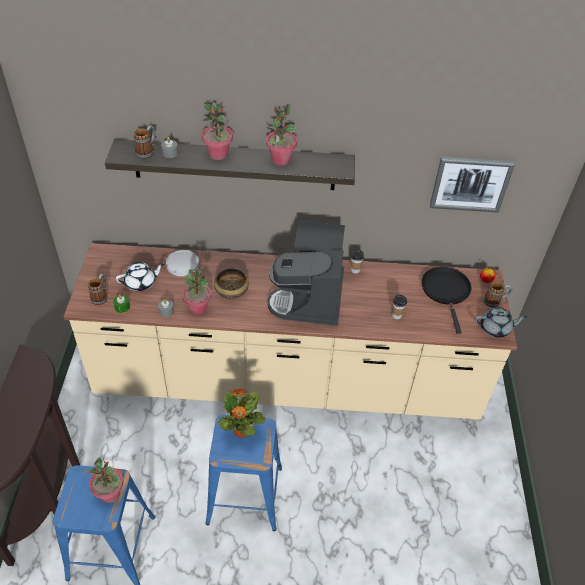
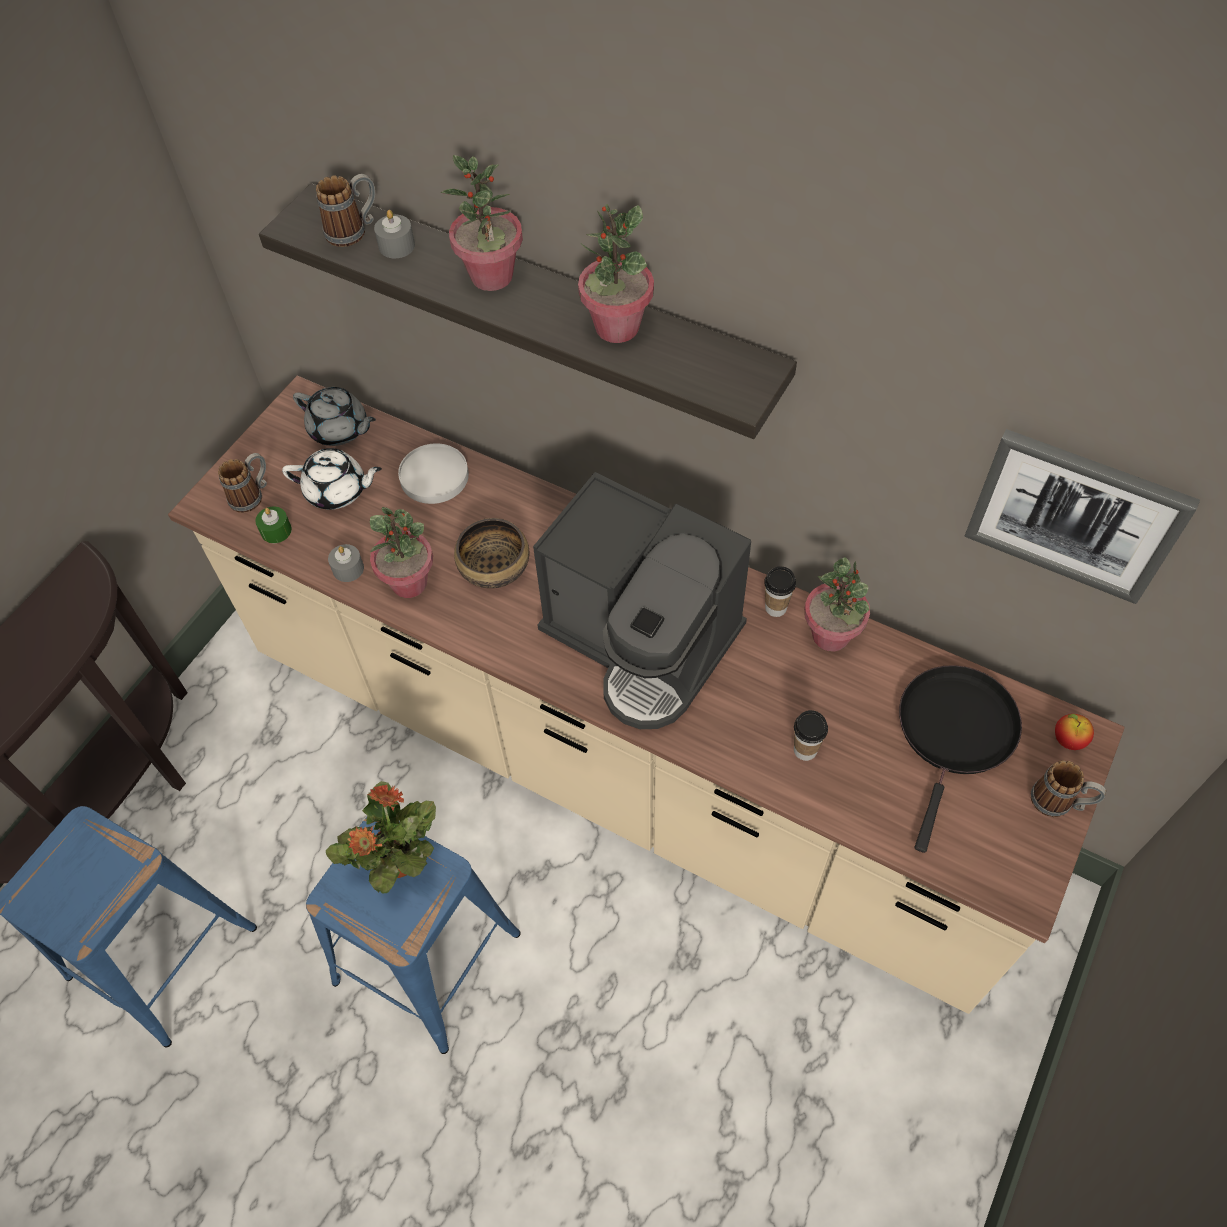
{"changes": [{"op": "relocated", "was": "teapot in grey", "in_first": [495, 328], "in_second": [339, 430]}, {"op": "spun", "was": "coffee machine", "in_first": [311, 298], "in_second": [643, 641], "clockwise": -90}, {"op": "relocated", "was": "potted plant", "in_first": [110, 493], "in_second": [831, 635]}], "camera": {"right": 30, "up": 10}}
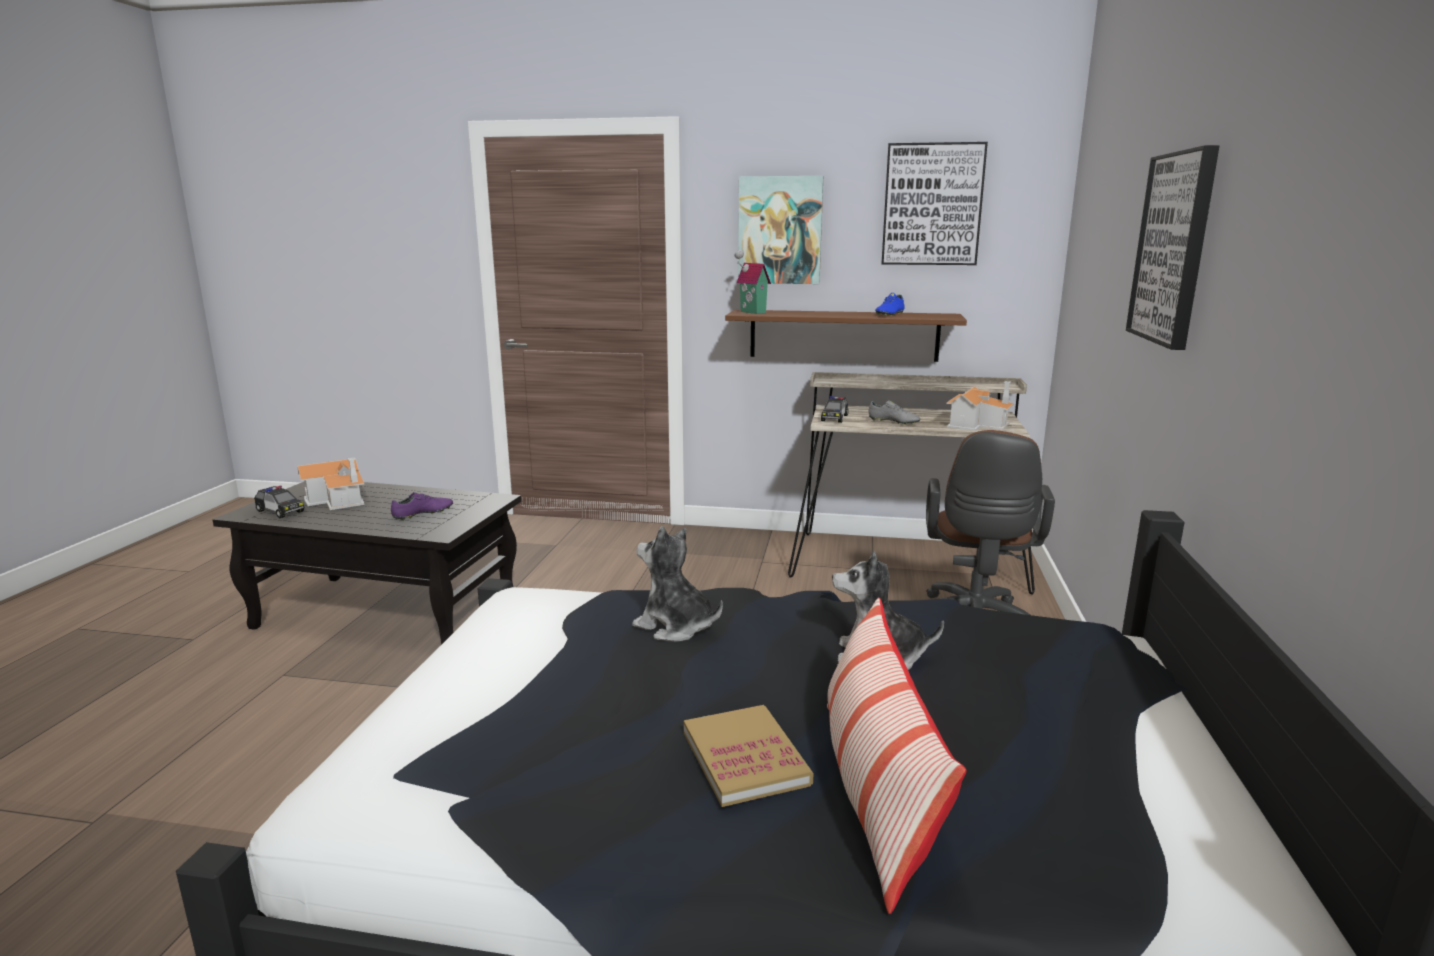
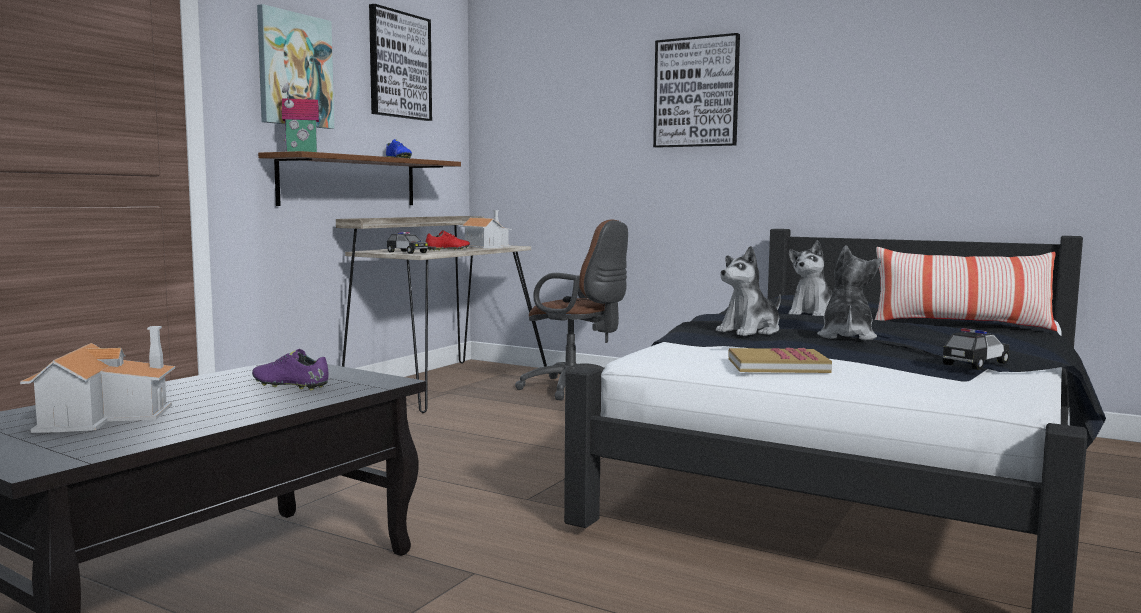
{"changes": [{"op": "spun", "was": "shoe in purple", "in_first": [423, 514], "in_second": [290, 385], "clockwise": -45}, {"op": "colour", "was": "shoe in grey", "now": "shoe in red", "in_first": [893, 422], "in_second": [447, 250]}, {"op": "relocated", "was": "book", "in_first": [745, 758], "in_second": [777, 365]}, {"op": "appeared", "now": "plush toy", "in_second": [846, 336]}, {"op": "relocated", "was": "toy car", "in_first": [280, 511], "in_second": [975, 364]}], "camera": {"right": -70, "up": -10}}
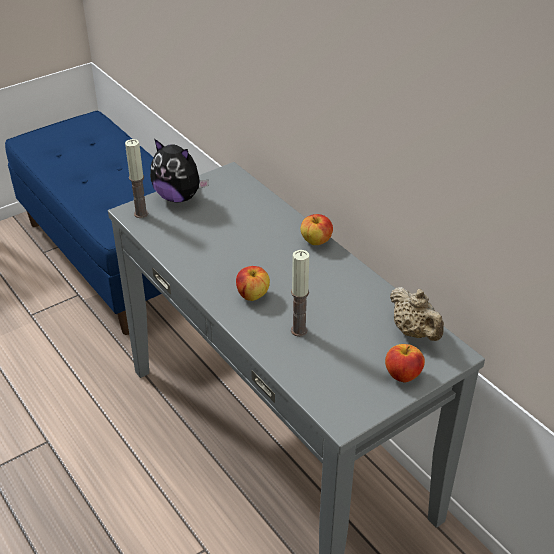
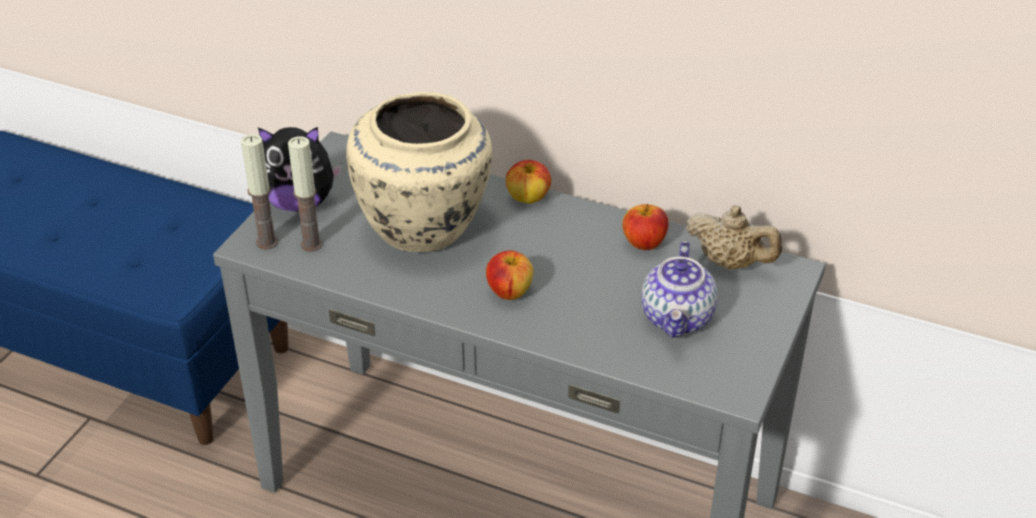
{"changes": [{"op": "relocated", "was": "candle", "in_first": [299, 330], "in_second": [311, 244]}, {"op": "appeared", "now": "vase in beige", "in_second": [425, 229]}, {"op": "relocated", "was": "apple", "in_first": [402, 375], "in_second": [644, 243]}, {"op": "appeared", "now": "teapot", "in_second": [678, 318]}], "camera": {"right": -30, "up": 0}}
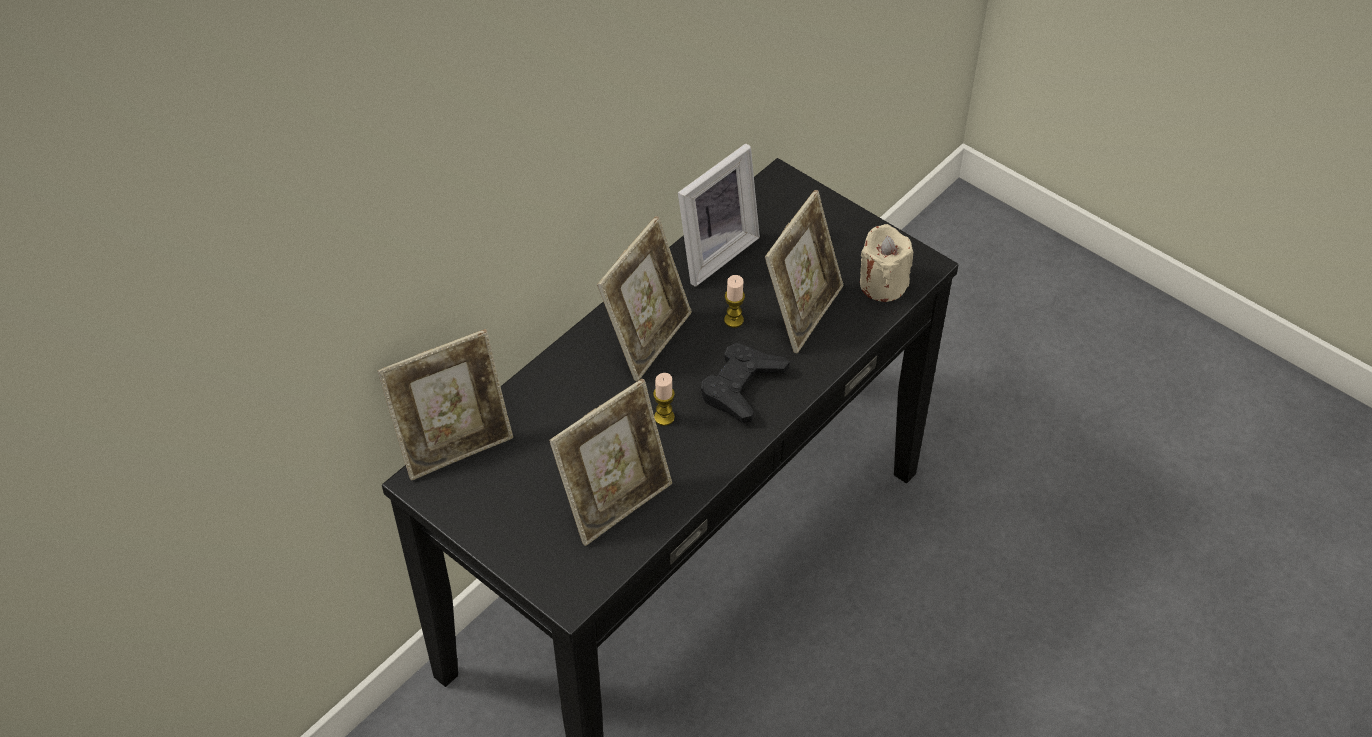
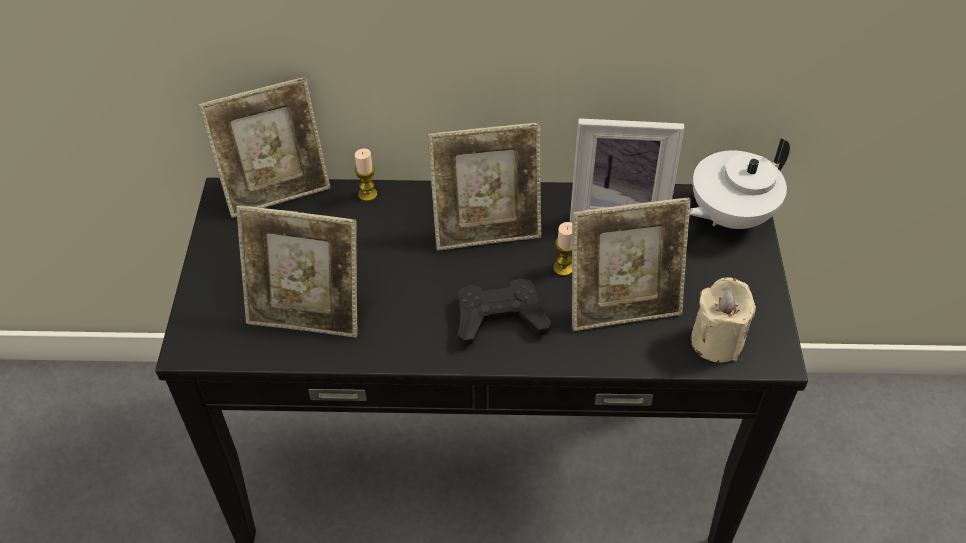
{"changes": [{"op": "spun", "was": "picture frame", "in_first": [455, 444], "in_second": [277, 190], "clockwise": -45}, {"op": "relocated", "was": "candle", "in_first": [664, 417], "in_second": [367, 194]}, {"op": "appeared", "now": "teapot in white", "in_second": [728, 215]}], "camera": {"right": 50, "up": 0}}
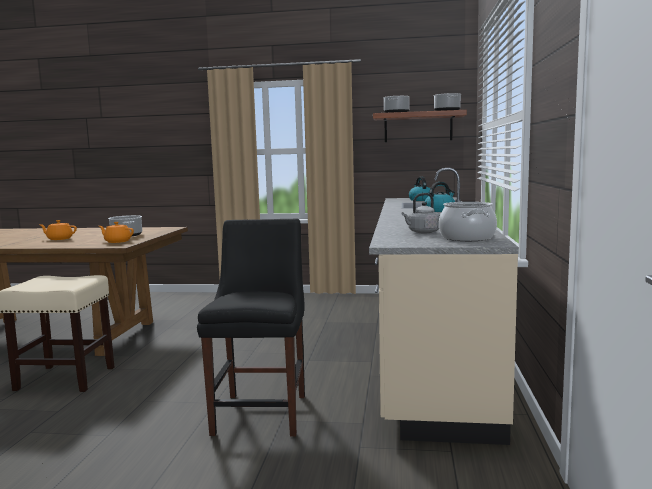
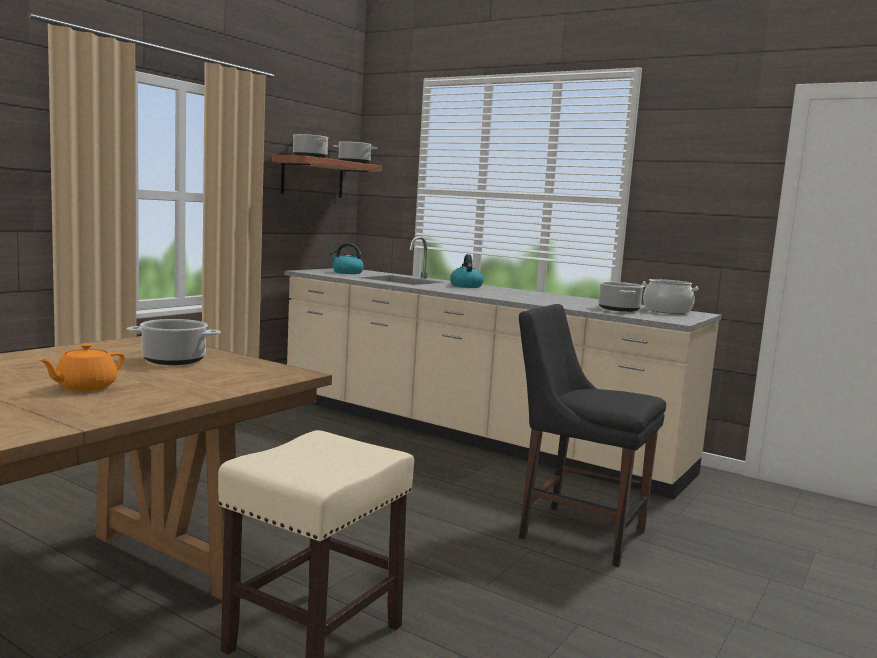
{"changes": [{"op": "exchanged", "was": "kettle in grey", "now": "cooking pot", "in_first": [422, 232], "in_second": [619, 309]}, {"op": "missing", "was": "teapot in orange", "in_first": [117, 241]}], "camera": {"right": -65, "up": 0}}
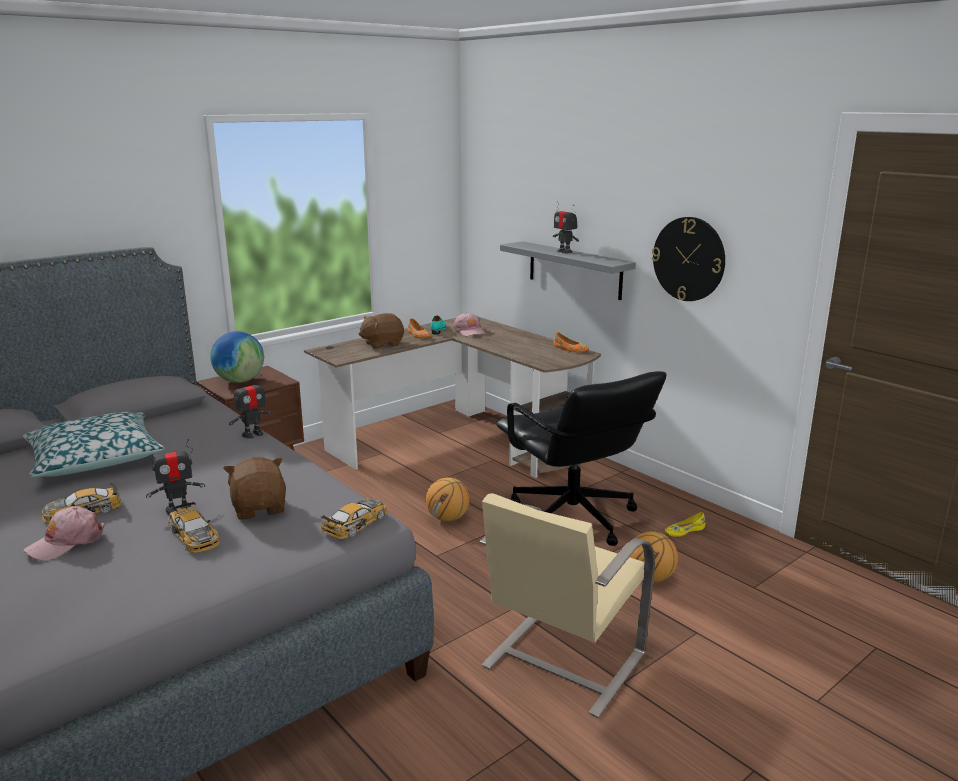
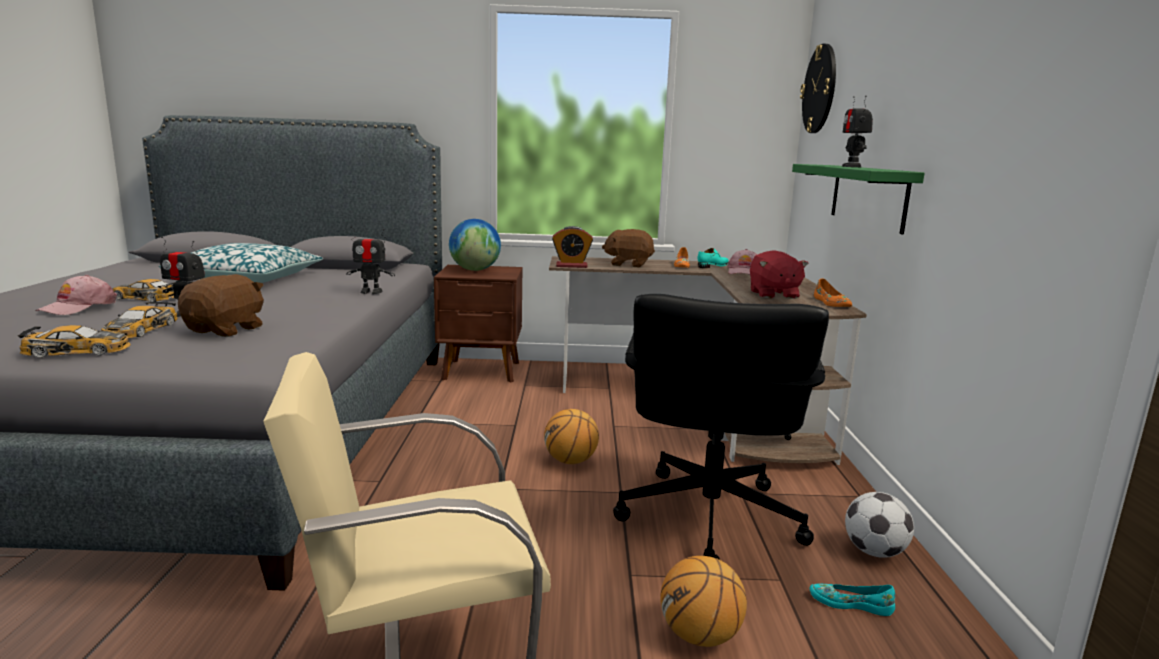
{"changes": [{"op": "relocated", "was": "toy car", "in_first": [356, 523], "in_second": [78, 351]}, {"op": "spun", "was": "cap in pink", "in_first": [66, 542], "in_second": [78, 307], "clockwise": -60}, {"op": "appeared", "now": "alarm clock", "in_second": [571, 266]}, {"op": "appeared", "now": "plush toy in red", "in_second": [773, 294]}, {"op": "colour", "was": "shelf in grey", "now": "shelf in green", "in_first": [574, 270], "in_second": [867, 196]}, {"op": "relocated", "was": "wall clock", "in_first": [688, 259], "in_second": [819, 89]}, {"op": "colour", "was": "shoe in yellow", "now": "shoe in turquoise", "in_first": [684, 531], "in_second": [850, 603]}, {"op": "appeared", "now": "football", "in_second": [874, 552]}], "camera": {"right": 40, "up": -5}}
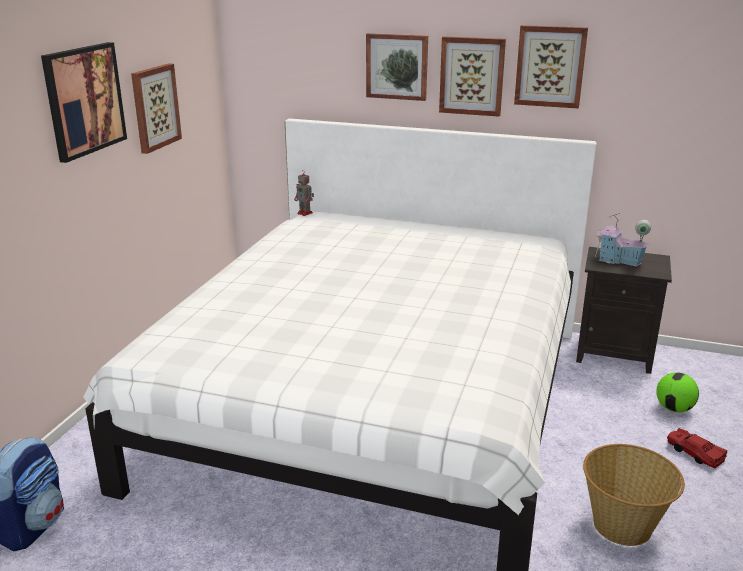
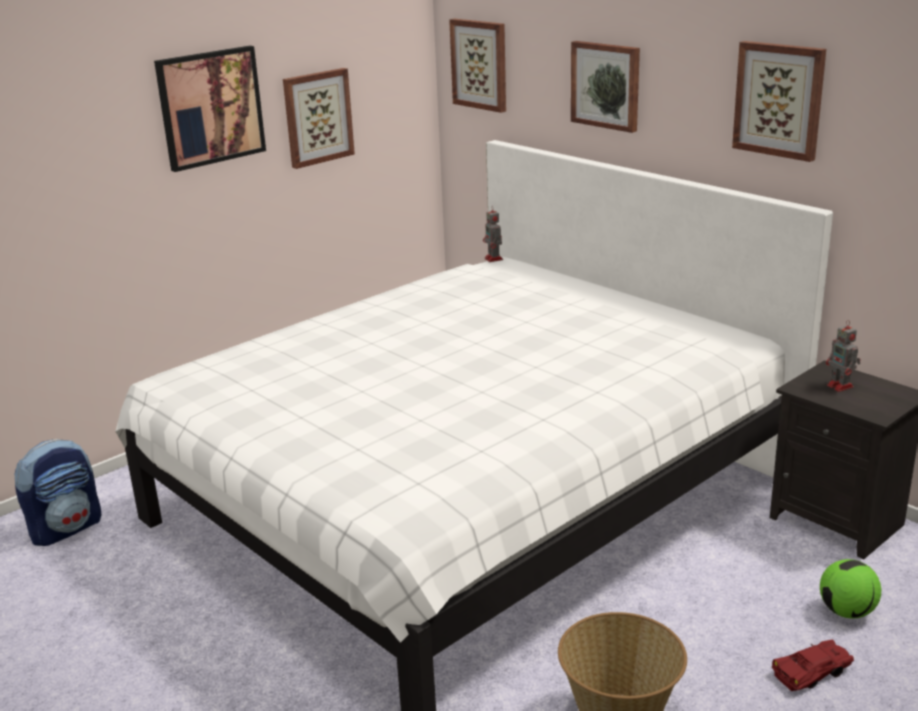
{"changes": [{"op": "relocated", "was": "picture", "in_first": [472, 76], "in_second": [480, 64]}, {"op": "spun", "was": "toy car in red", "in_first": [694, 453], "in_second": [812, 673], "clockwise": 75}, {"op": "exchanged", "was": "toy house", "now": "toy robot", "in_first": [618, 261], "in_second": [841, 386]}], "camera": {"right": 30, "up": 0}}
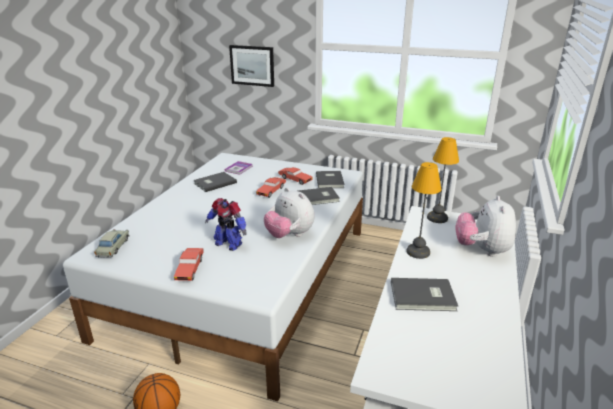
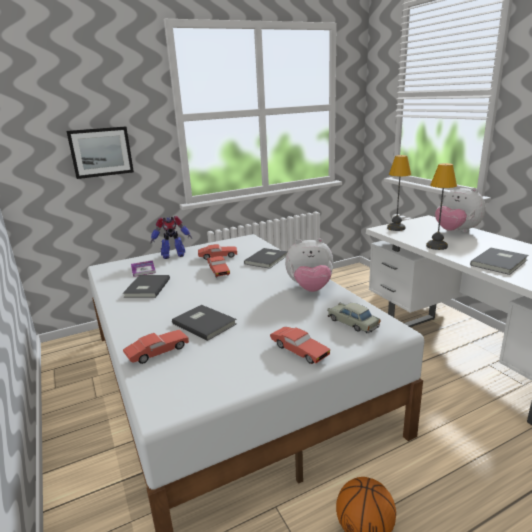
{"changes": [{"op": "appeared", "now": "toy car in red", "in_second": [157, 353]}, {"op": "relocated", "was": "toy robot", "in_first": [228, 244], "in_second": [173, 255]}, {"op": "relocated", "was": "book in grey", "in_first": [330, 180], "in_second": [204, 323]}, {"op": "relocated", "was": "toy car in beige", "in_first": [113, 247], "in_second": [352, 323]}], "camera": {"right": -45, "up": -5}}
